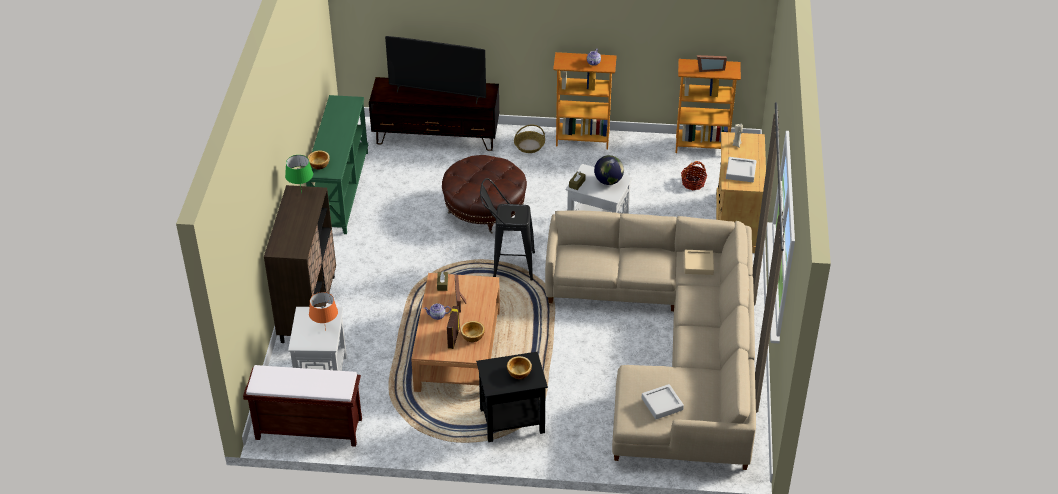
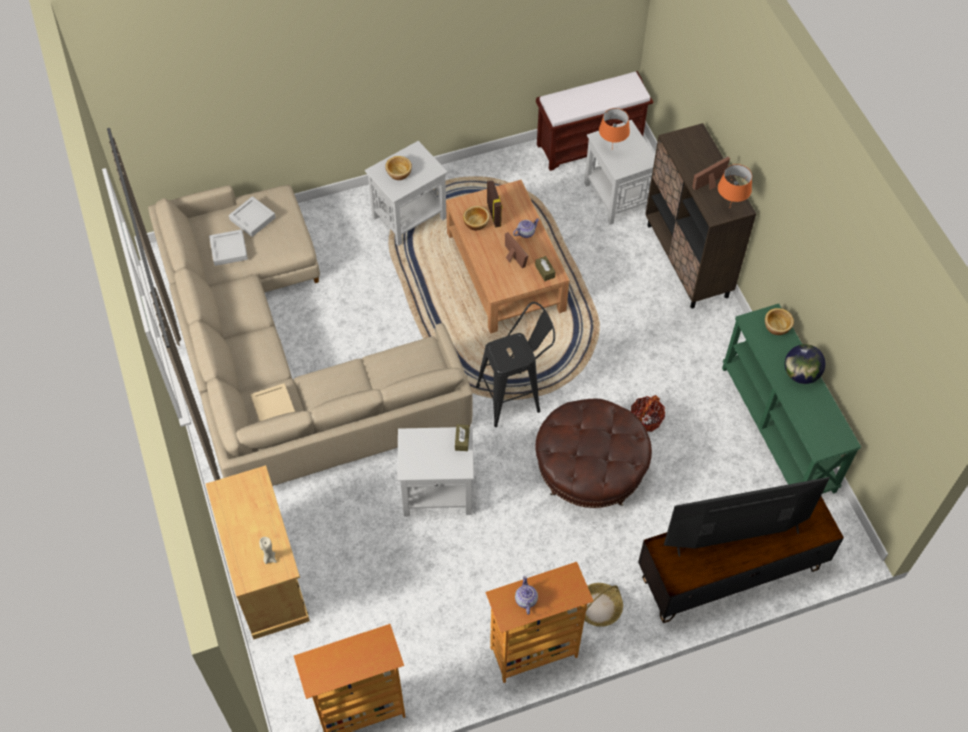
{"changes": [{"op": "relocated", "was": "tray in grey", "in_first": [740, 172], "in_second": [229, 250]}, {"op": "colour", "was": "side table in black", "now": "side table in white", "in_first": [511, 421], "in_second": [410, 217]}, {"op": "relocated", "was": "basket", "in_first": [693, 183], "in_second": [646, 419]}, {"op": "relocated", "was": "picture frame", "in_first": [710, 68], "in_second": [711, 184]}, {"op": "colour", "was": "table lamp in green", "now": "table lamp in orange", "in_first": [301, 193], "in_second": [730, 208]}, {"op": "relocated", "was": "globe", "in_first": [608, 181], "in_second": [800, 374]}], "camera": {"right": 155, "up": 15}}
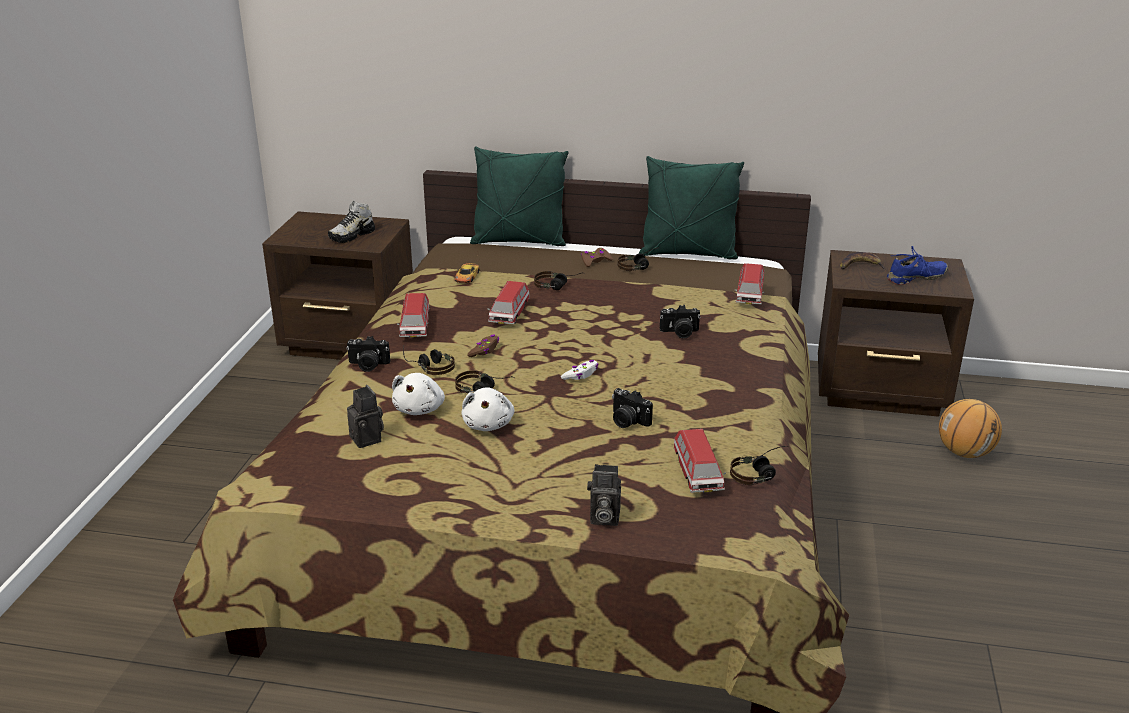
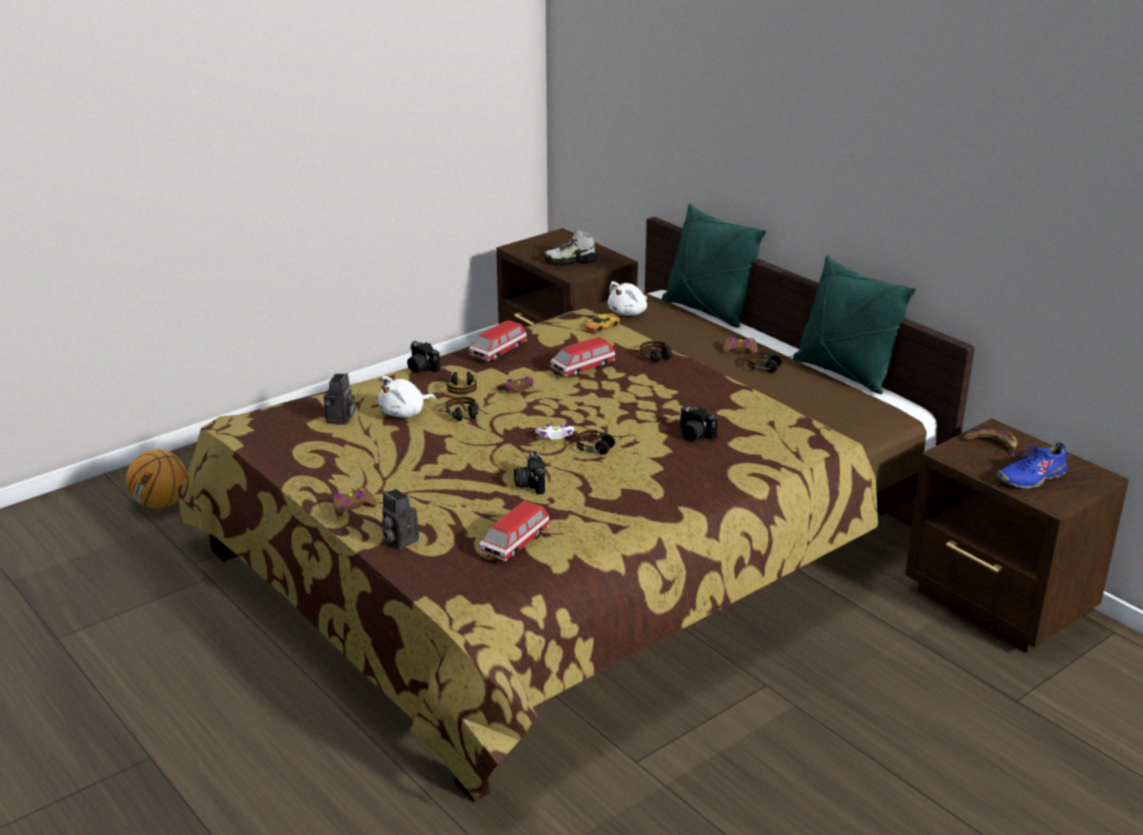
{"changes": [{"op": "relocated", "was": "basketball", "in_first": [965, 453], "in_second": [161, 504]}, {"op": "appeared", "now": "game controller in brown", "in_second": [353, 506]}, {"op": "relocated", "was": "headphones", "in_first": [760, 473], "in_second": [605, 449]}, {"op": "relocated", "was": "plush toy in white", "in_first": [488, 424], "in_second": [628, 313]}, {"op": "spun", "was": "shoe in blue", "in_first": [916, 278], "in_second": [1031, 477], "clockwise": 135}, {"op": "missing", "was": "toy car", "in_first": [749, 295]}], "camera": {"right": 40, "up": 0}}
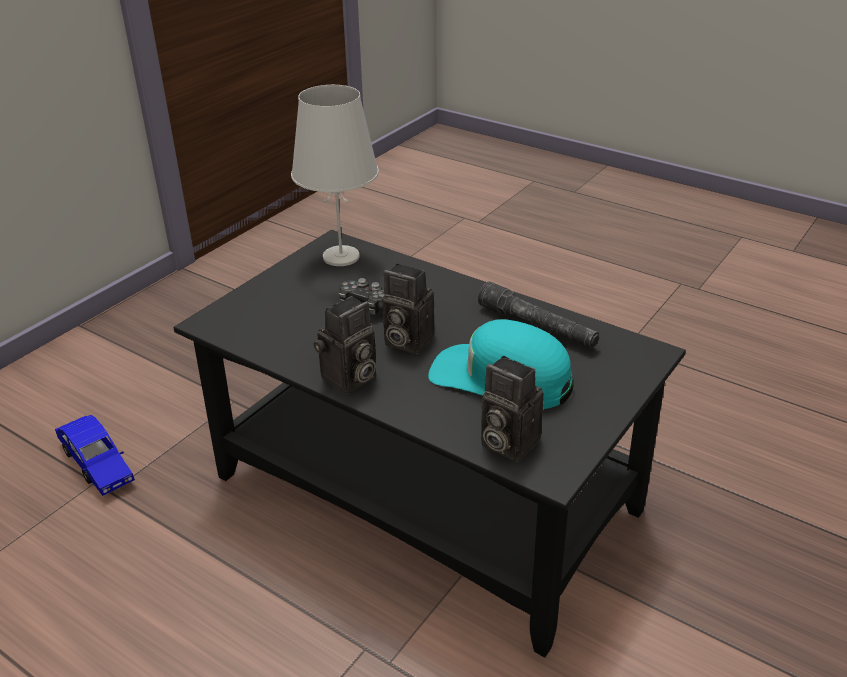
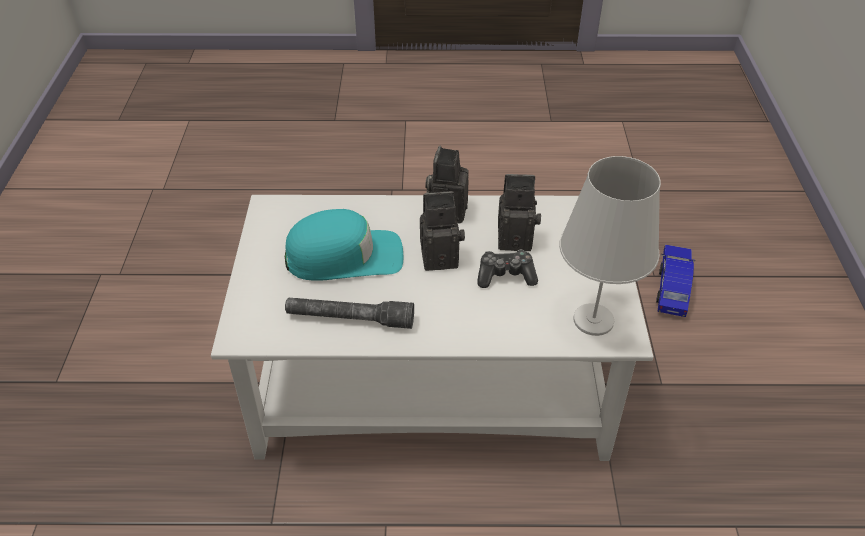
{"changes": [{"op": "colour", "was": "coffee table in black", "now": "coffee table in white", "in_first": [429, 494], "in_second": [429, 385]}, {"op": "relocated", "was": "photo camera", "in_first": [505, 443], "in_second": [516, 238]}, {"op": "spun", "was": "toy car in blue", "in_first": [96, 464], "in_second": [672, 286], "clockwise": 90}], "camera": {"right": 145, "up": 10}}
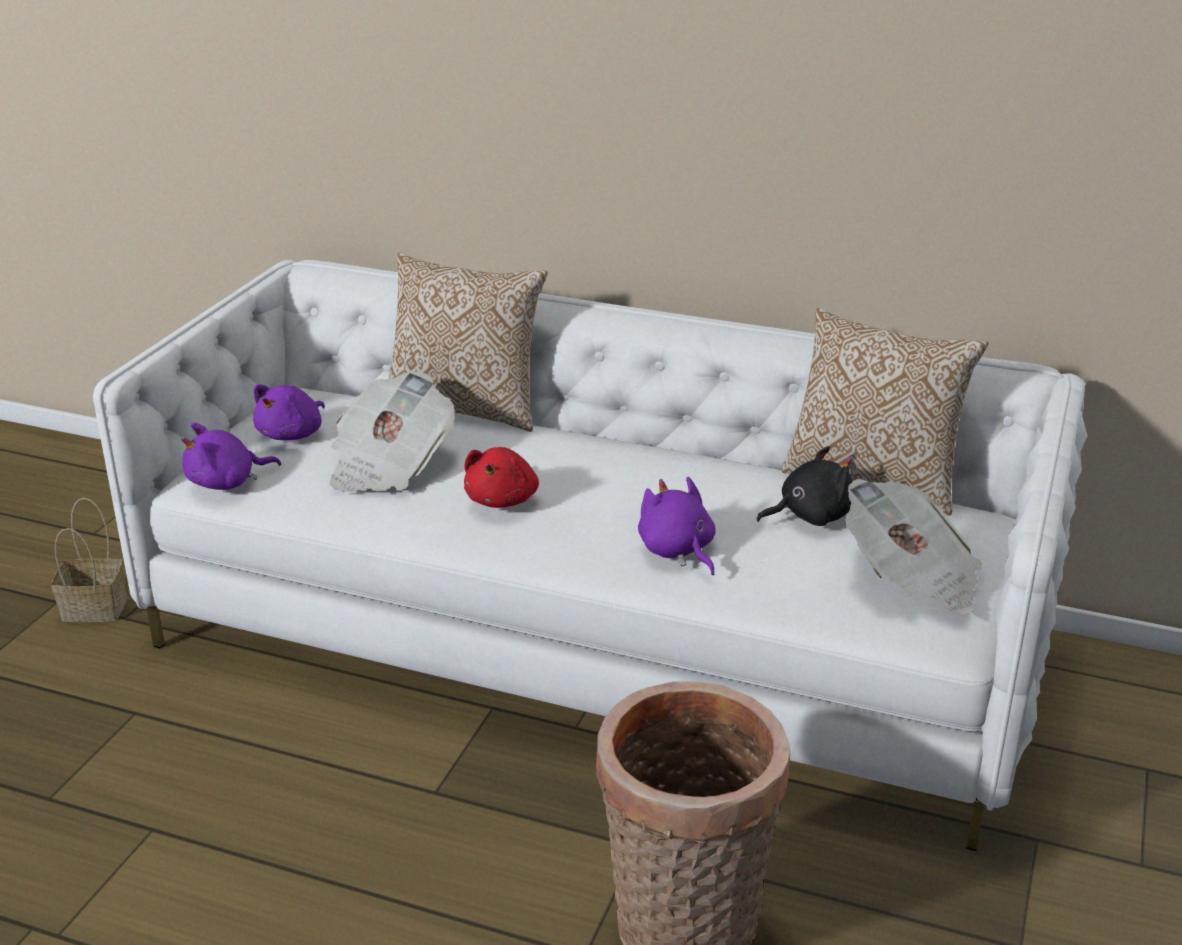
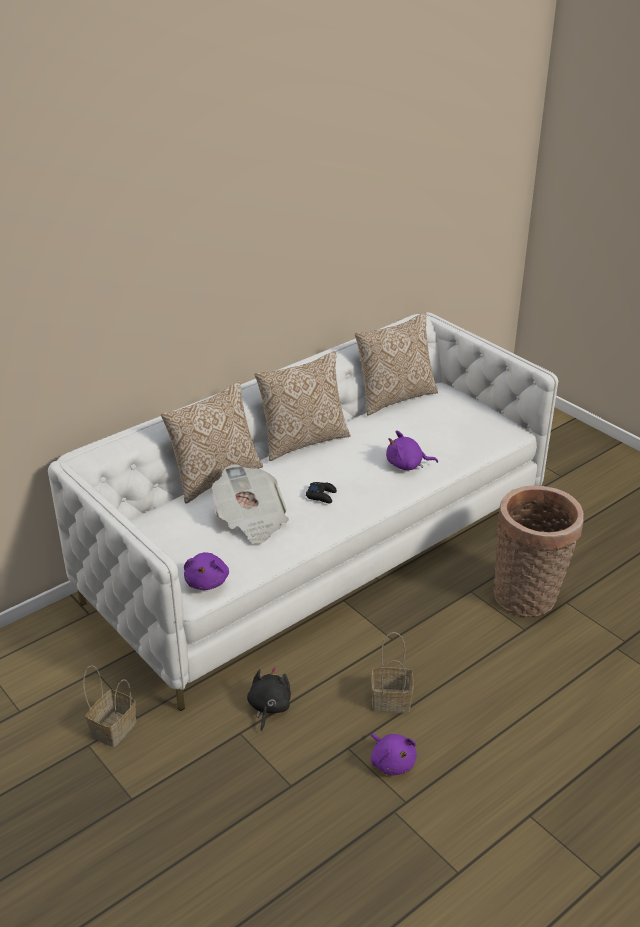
{"changes": [{"op": "relocated", "was": "plush toy in black", "in_first": [810, 516], "in_second": [269, 707]}, {"op": "appeared", "now": "pillow", "in_second": [303, 441]}, {"op": "exchanged", "was": "plush toy in red", "now": "game controller in black", "in_first": [503, 499], "in_second": [321, 495]}, {"op": "appeared", "now": "basket", "in_second": [392, 700]}, {"op": "relocated", "was": "plush toy in purple", "in_first": [292, 434], "in_second": [392, 762]}, {"op": "missing", "was": "newspaper", "in_first": [911, 579]}], "camera": {"right": -60, "up": 5}}
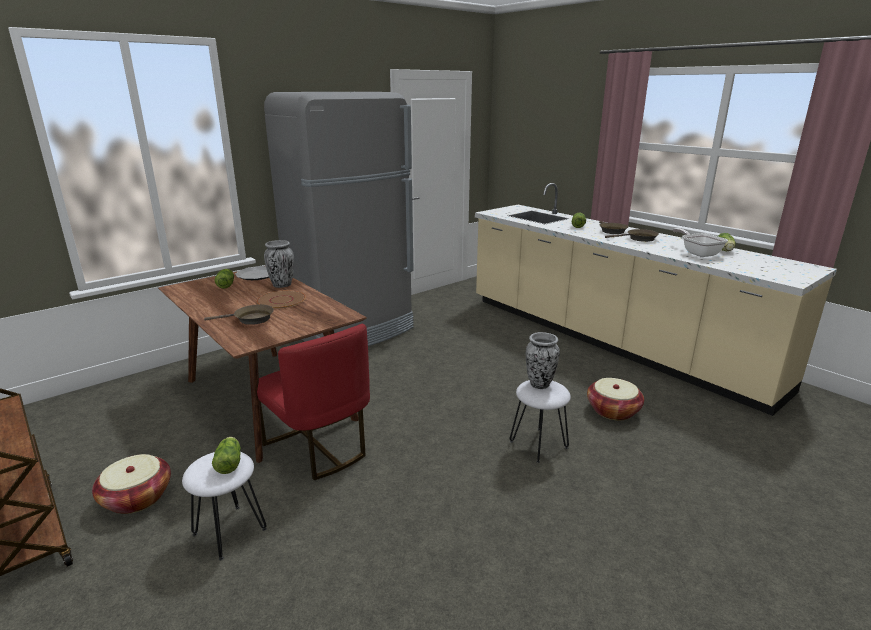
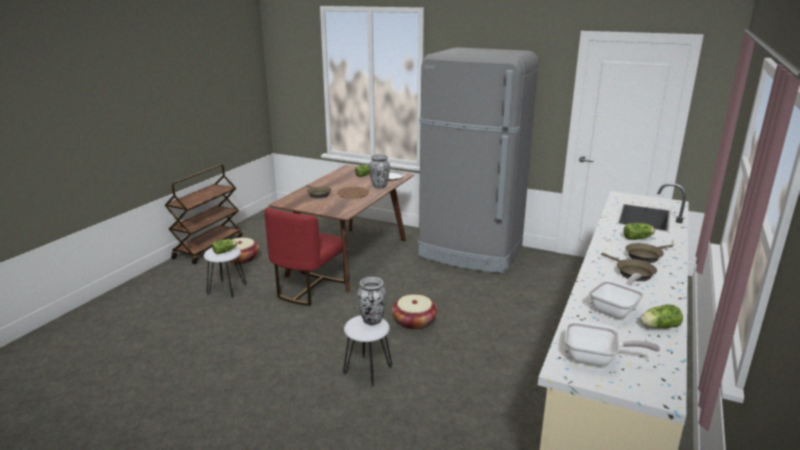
{"changes": [{"op": "relocated", "was": "basket", "in_first": [613, 411], "in_second": [414, 322]}, {"op": "appeared", "now": "frying pan", "in_second": [596, 359]}], "camera": {"right": 65, "up": 0}}
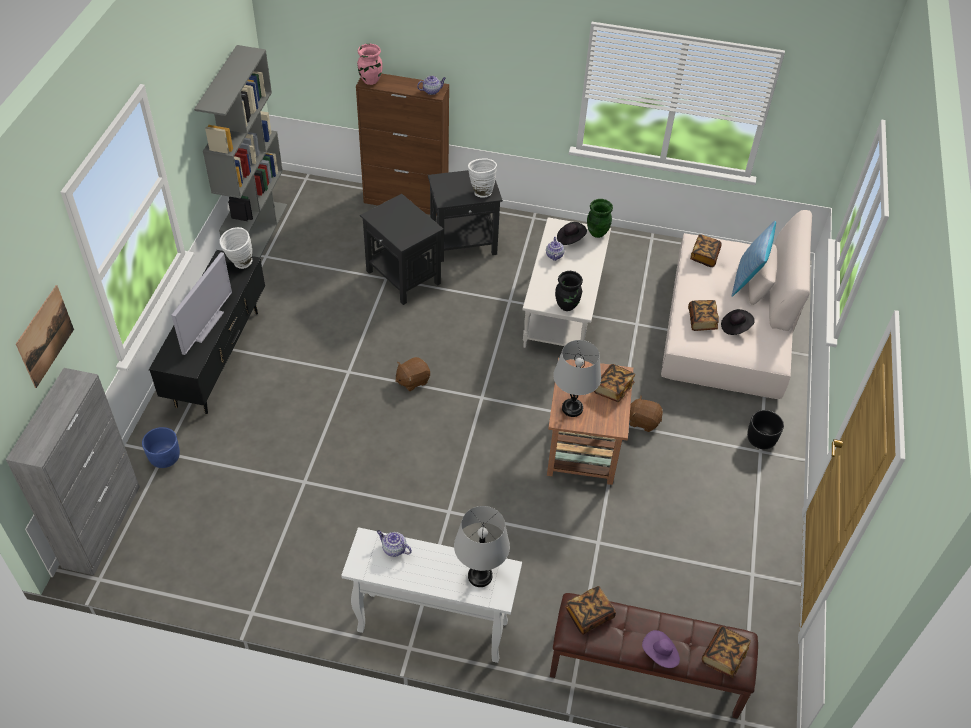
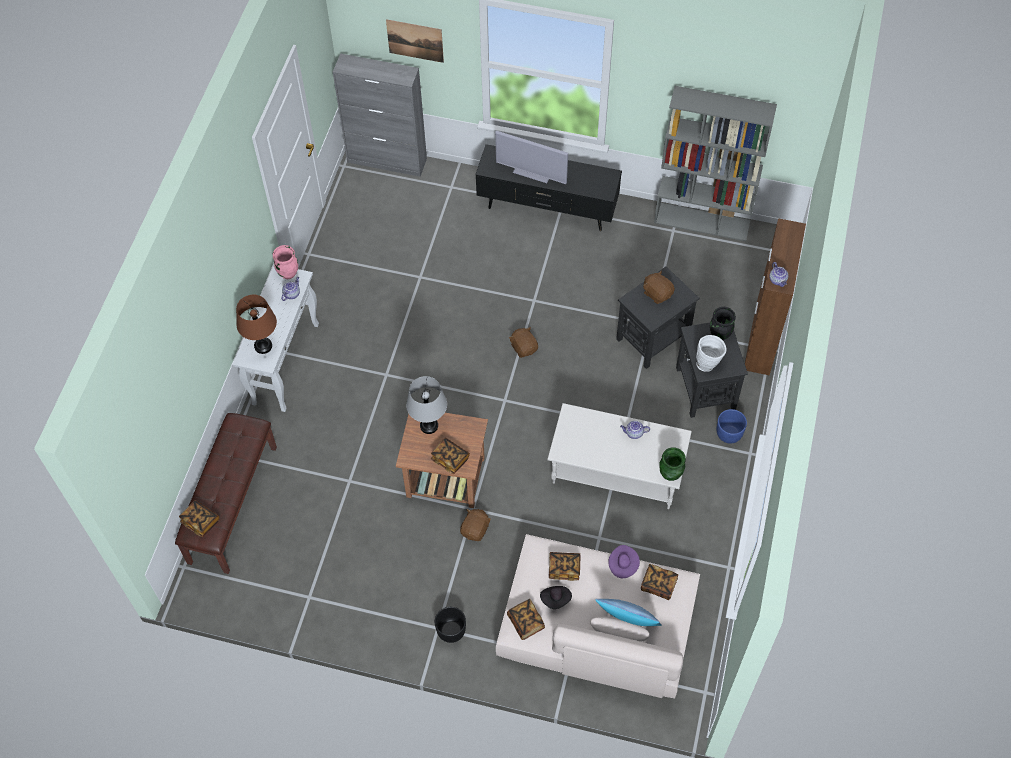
{"changes": [{"op": "colour", "was": "table lamp in grey", "now": "table lamp in brown", "in_first": [480, 576], "in_second": [263, 346]}, {"op": "relocated", "was": "vase in pink", "in_first": [370, 80], "in_second": [288, 273]}, {"op": "relocated", "was": "book", "in_first": [589, 615], "in_second": [526, 622]}, {"op": "relocated", "was": "hat in purple", "in_first": [660, 654], "in_second": [623, 565]}, {"op": "appeared", "now": "plush toy in brown", "in_second": [657, 293]}, {"op": "relocated", "was": "vase in black", "in_first": [567, 305], "in_second": [720, 335]}, {"op": "relocated", "was": "planter in blue", "in_first": [165, 457], "in_second": [729, 433]}, {"op": "missing", "was": "vase in white", "in_first": [239, 264]}, {"op": "missing", "was": "hat in black", "in_first": [570, 239]}], "camera": {"right": 95, "up": 10}}
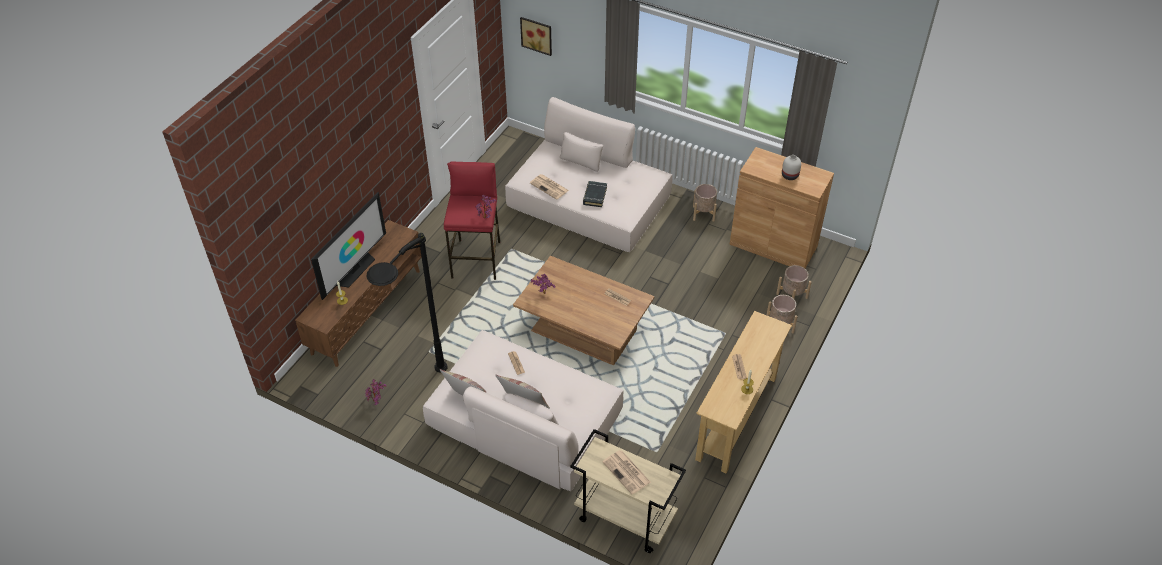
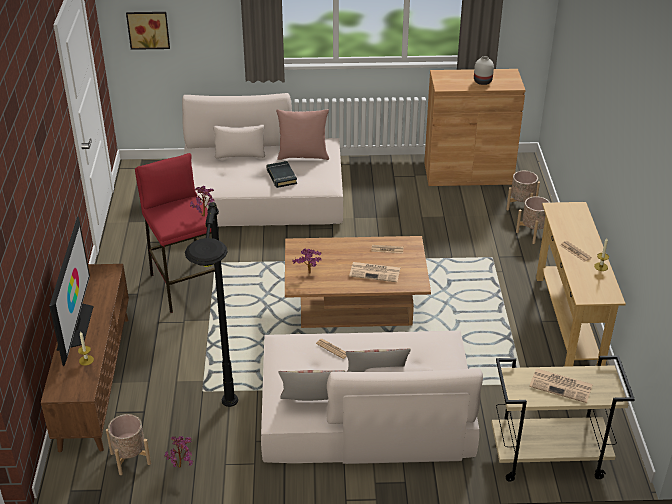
{"changes": [{"op": "relocated", "was": "planter in beige", "in_first": [703, 213], "in_second": [130, 458]}, {"op": "appeared", "now": "pillow in pink", "in_second": [303, 155]}, {"op": "relocated", "was": "newspaper", "in_first": [550, 187], "in_second": [375, 272]}], "camera": {"right": -30, "up": -10}}
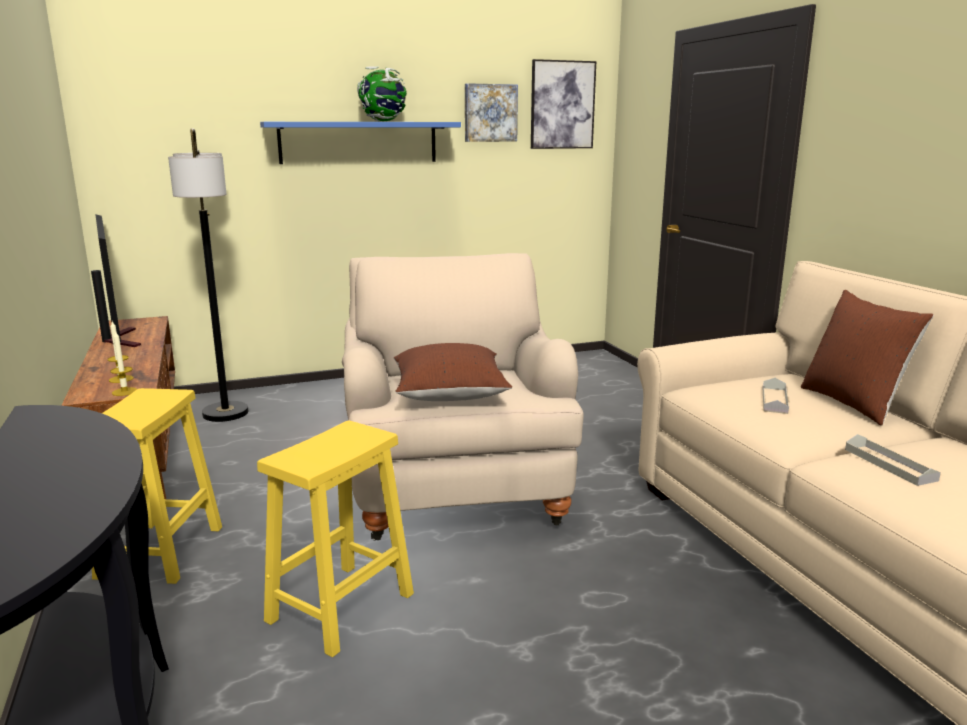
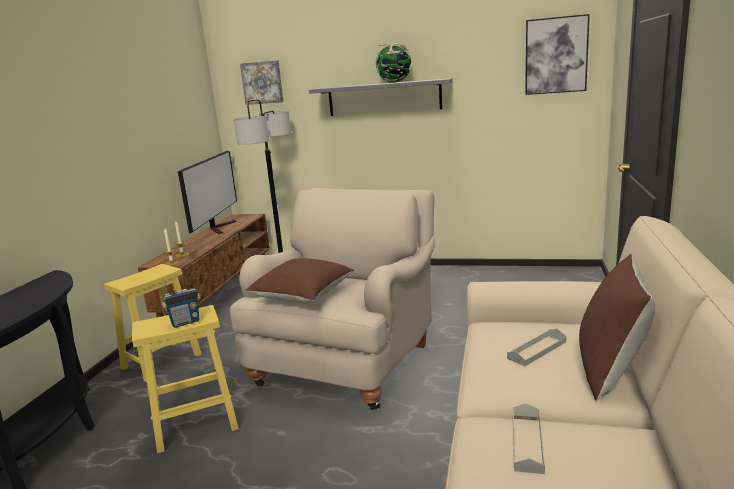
{"changes": [{"op": "appeared", "now": "radio", "in_second": [185, 322]}, {"op": "relocated", "was": "picture", "in_first": [490, 113], "in_second": [262, 82]}, {"op": "colour", "was": "shelf in blue", "now": "shelf in grey", "in_first": [359, 142], "in_second": [384, 98]}], "camera": {"right": 35, "up": 0}}
